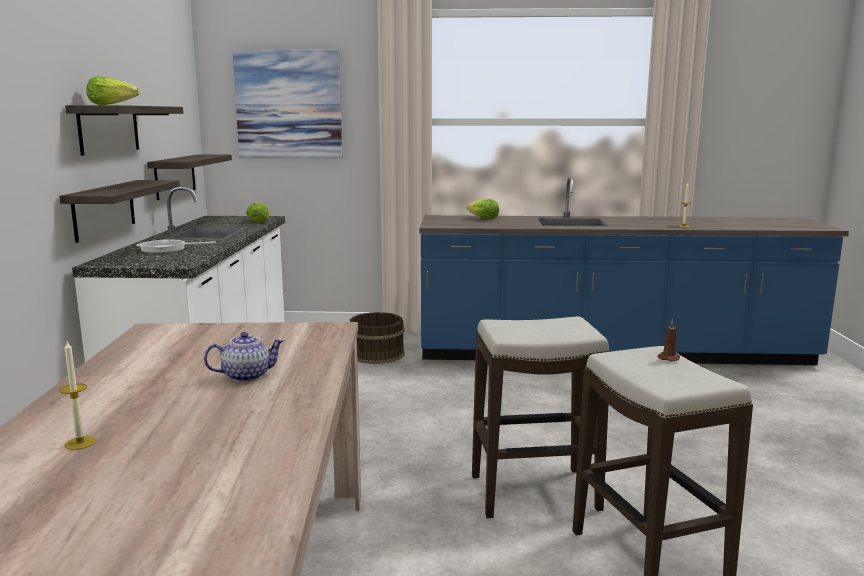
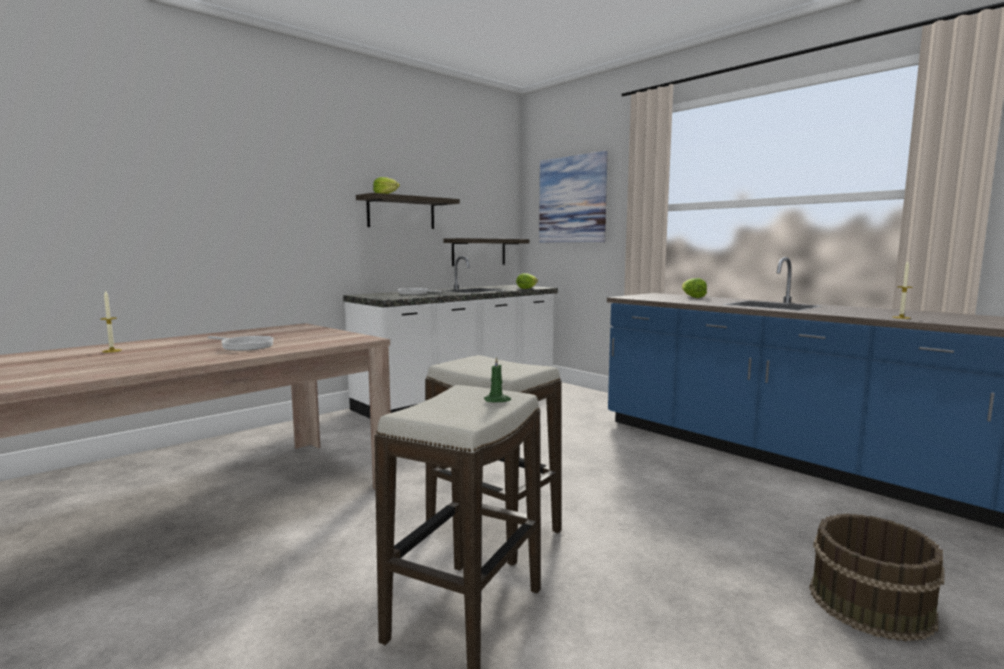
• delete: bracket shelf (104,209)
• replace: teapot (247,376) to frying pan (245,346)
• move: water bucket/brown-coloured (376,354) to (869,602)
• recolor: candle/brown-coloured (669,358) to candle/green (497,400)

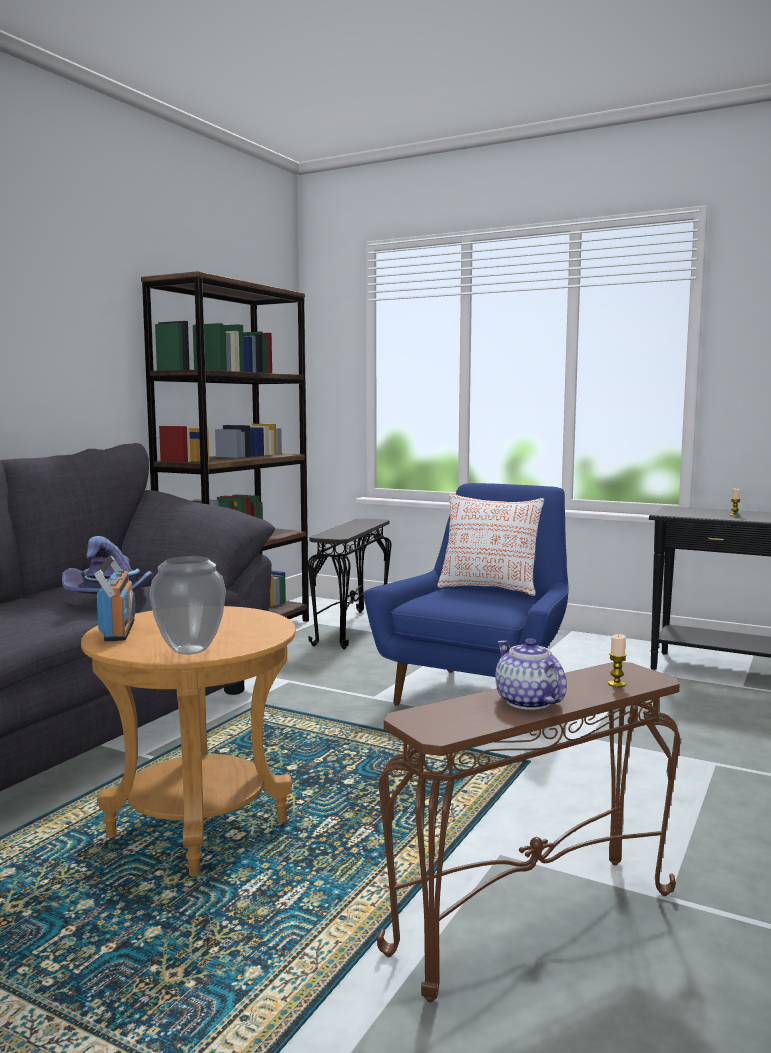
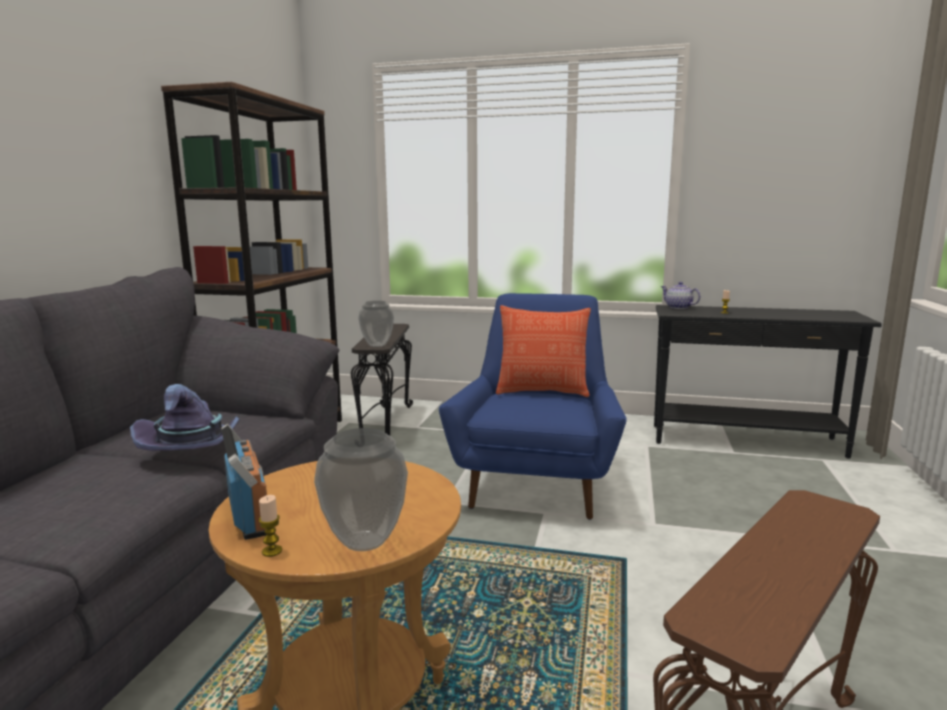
• recolor: throw pillow/whitish (489,589) to throw pillow/orange-coloured (542,392)
• move: teapot (528,702) to (678,307)
• move: candle (616,684) to (272,551)
• insert: decorative vase (377,345)

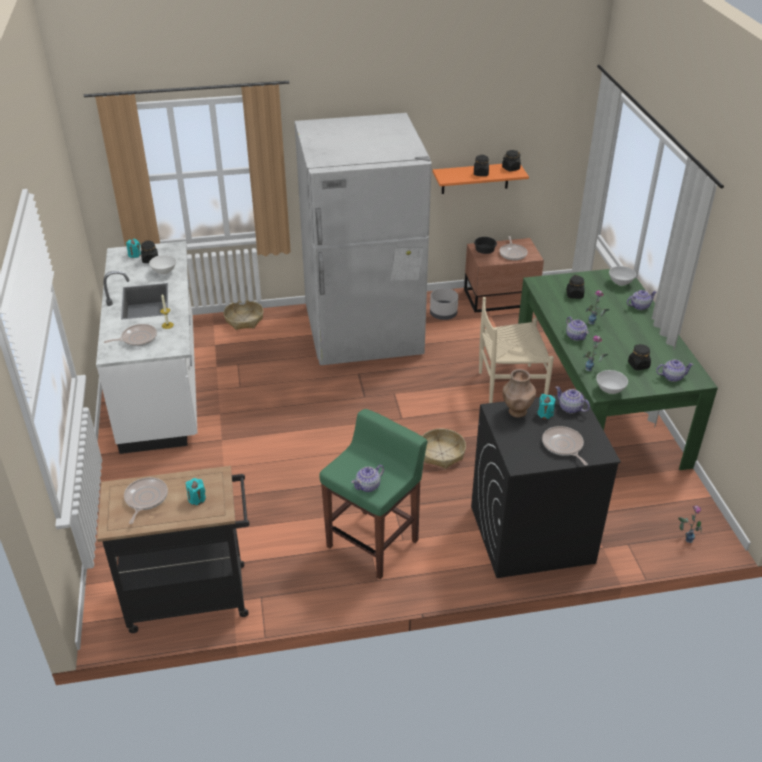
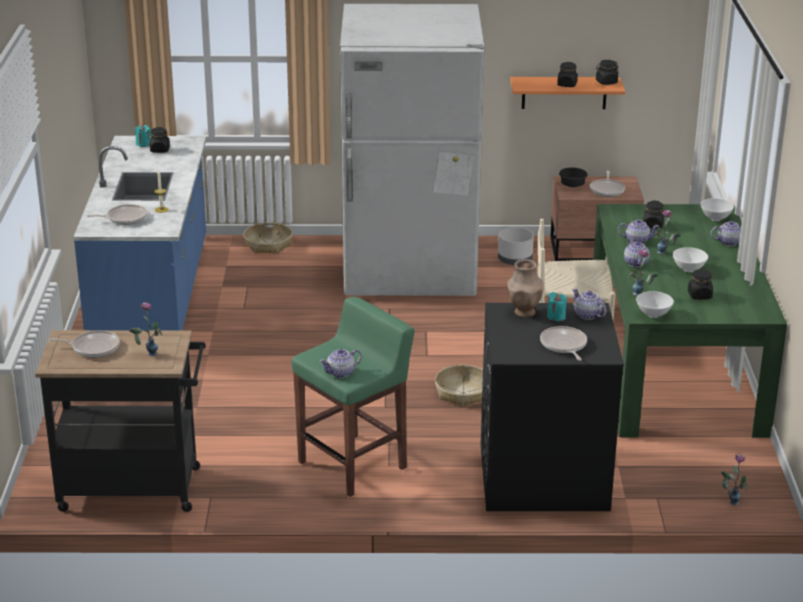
• recolor: kitchen counter/whitish (161,384) to kitchen counter/blue-coloured (153,297)
• rotate: frying pan (145,499) = (93,348) 75 degrees clockwise
• move: deep dish/whitish (164,272) to (688,269)
• replace: candle/turquoise-coloured (197,499) to decorative vase (147,353)
• move: teapot (672,377) to (636,240)

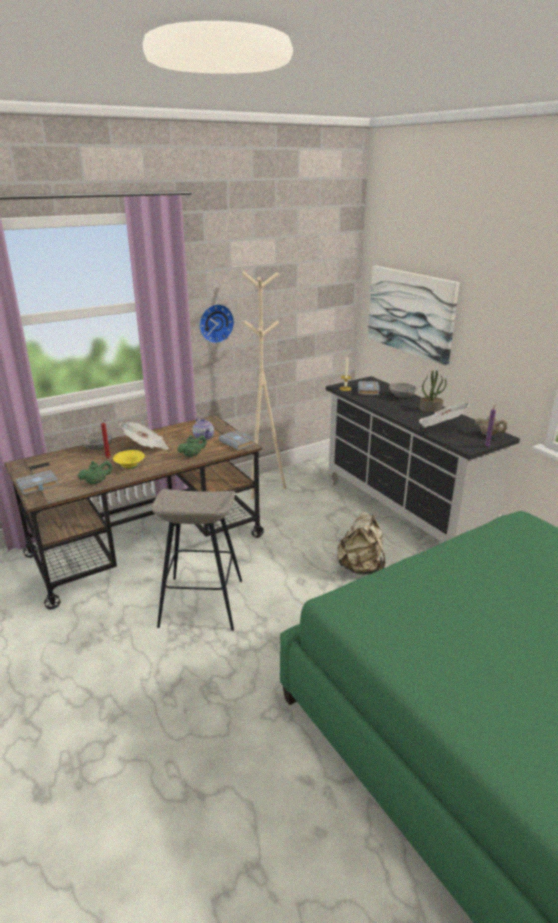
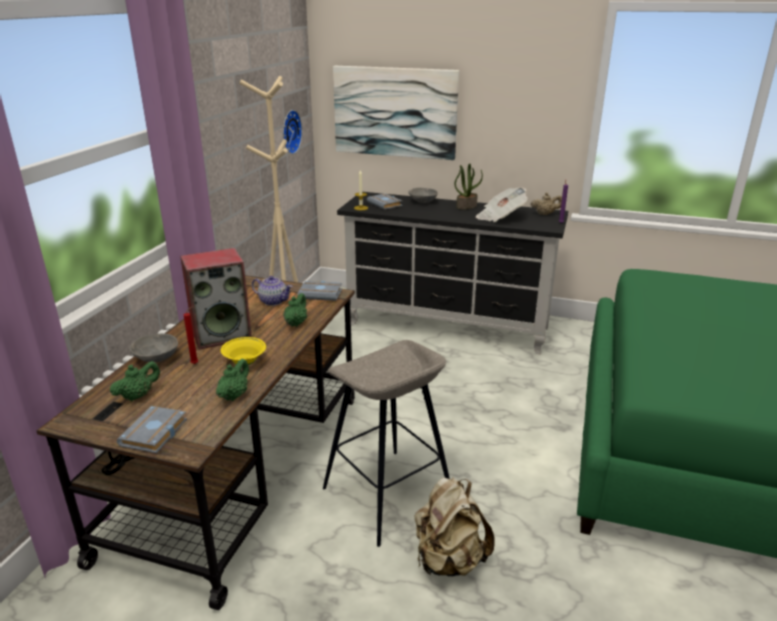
• replace: newspaper (146,447) to audio speaker (222,334)
• move: hanging clock (215,323) to (289,131)
• move: backpack/beige (361,568) to (449,560)
• insert: teapot/green (138,396)

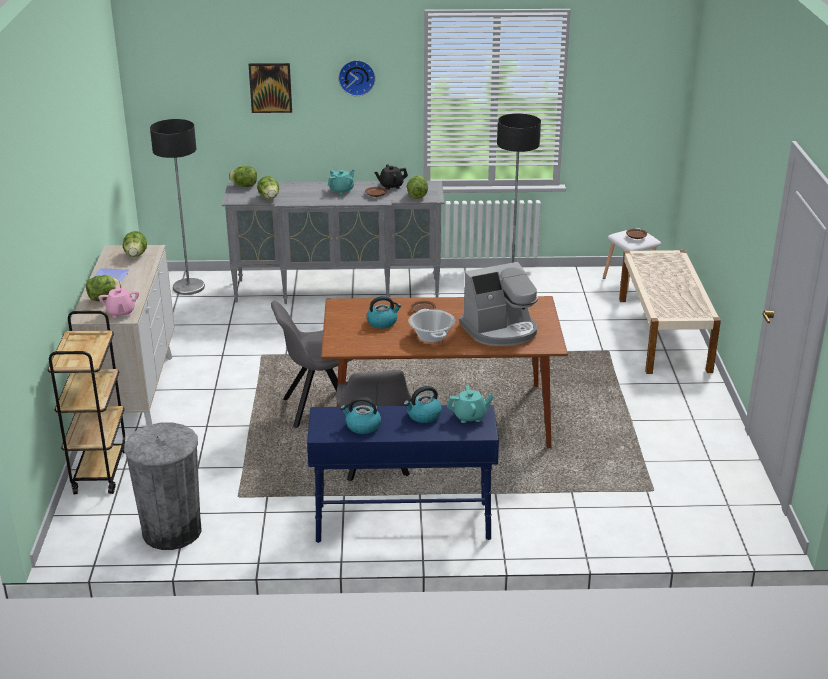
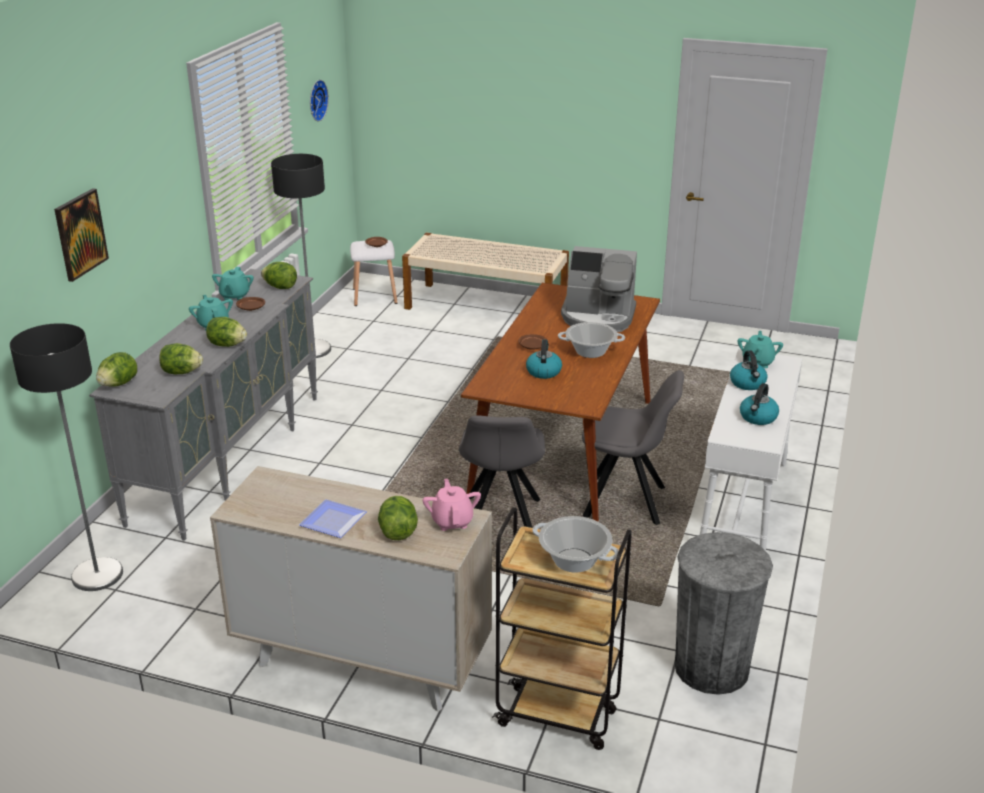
• rotate: teapot/pinkish (121,312) = (452,521) 105 degrees counterclockwise
• move: head of lettuce (136,255) to (227,345)
• recolor: hall table/blue-coloured (402,522) to hall table/whitish (742,506)
• move: hanging clock (357,77) to (316,100)
• recolor: teapot/black (391,186) to teapot/turquoise-coloured (234,296)
• rotate: coffee brewer (500,330) = (598,317) 105 degrees clockwise
• insert: stockpot (574,560)

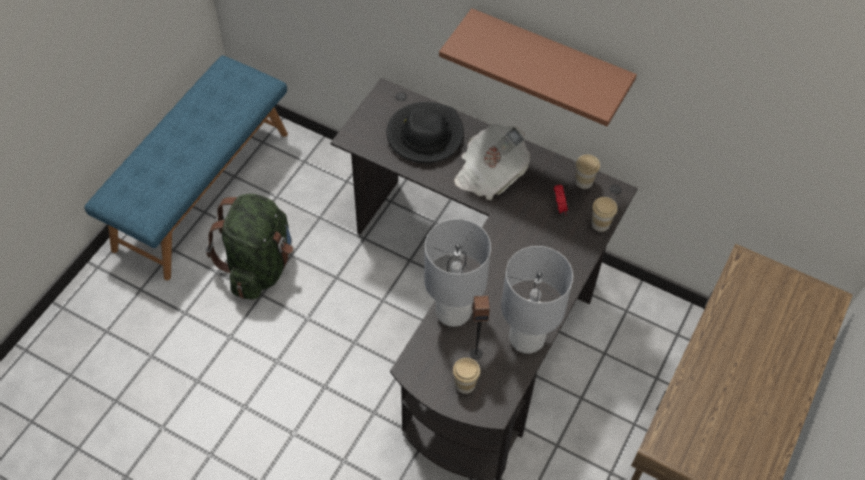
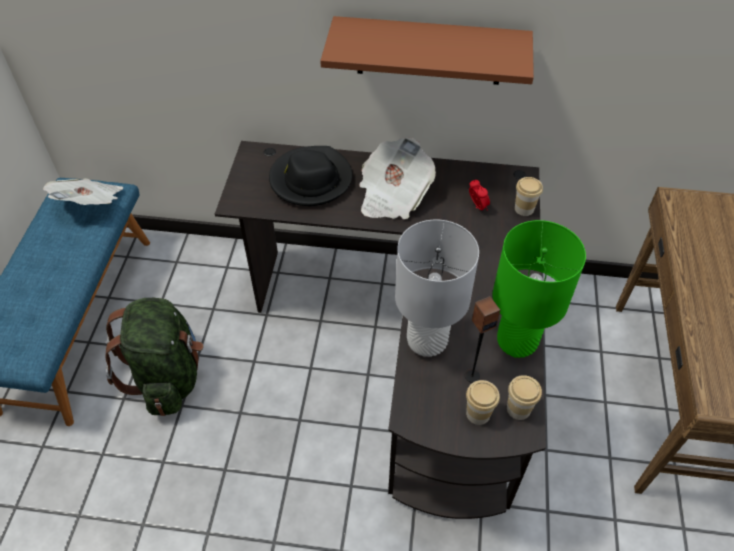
• recolor: lamp for a table/greyish (526,340) to lamp for a table/green (515,343)
• move: drinking cup (584,181) to (518,409)
• insert: newspaper (91,204)

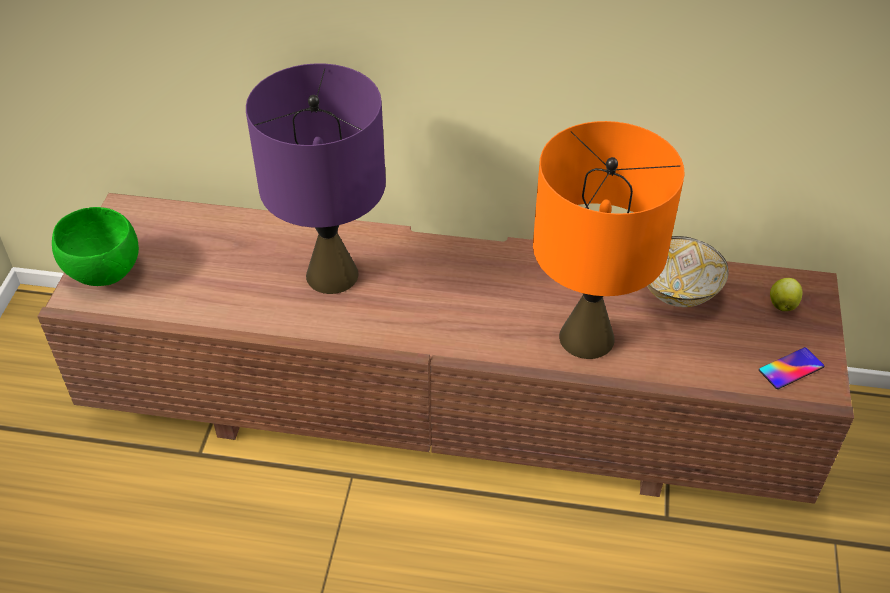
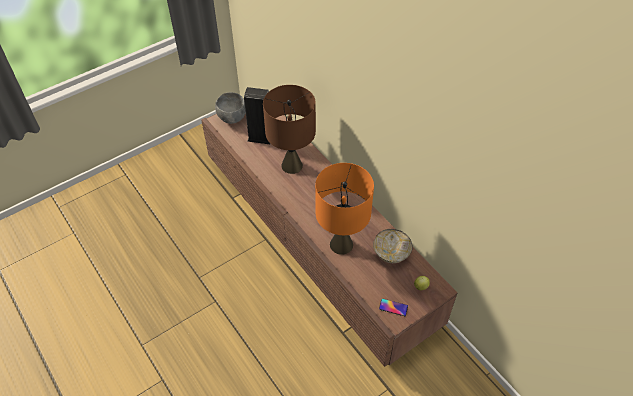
• recolor: deep dish/green (104,273) to deep dish/greyish (232,118)
• recolor: lamp for a table/purple-coloured (331,275) to lamp for a table/brown-coloured (291,165)
• insert: audio speaker (260,137)

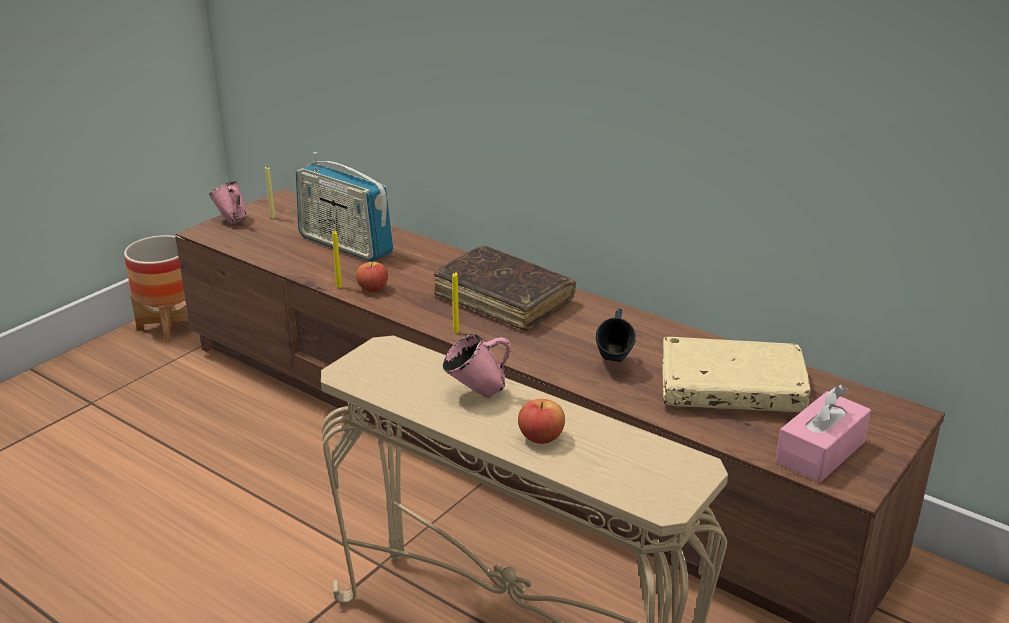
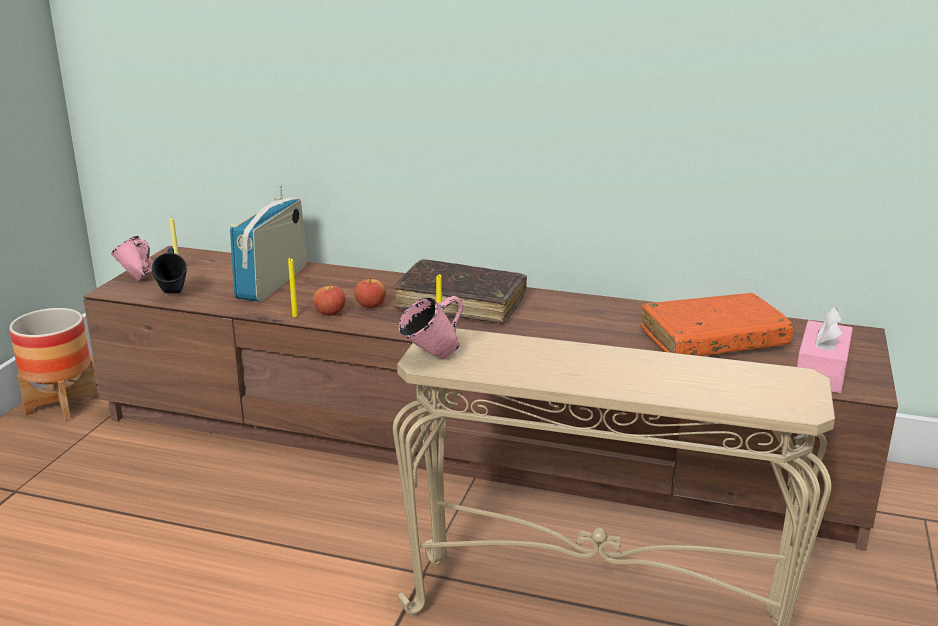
• rotate: radio (345,245) = (272,282) 90 degrees clockwise
• move: mug/pinkish (477,394) to (432,358)
• move: apple fruit (541,437) to (370,305)
• move: mug/blue-coloured (614,365) to (173,296)
• recolor: book/beige (731,390) to book/orange-coloured (713,340)

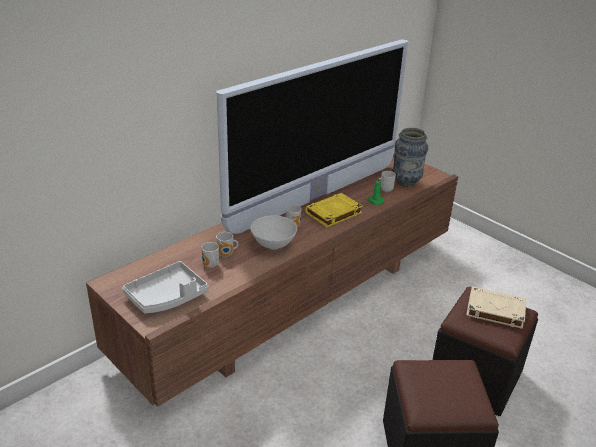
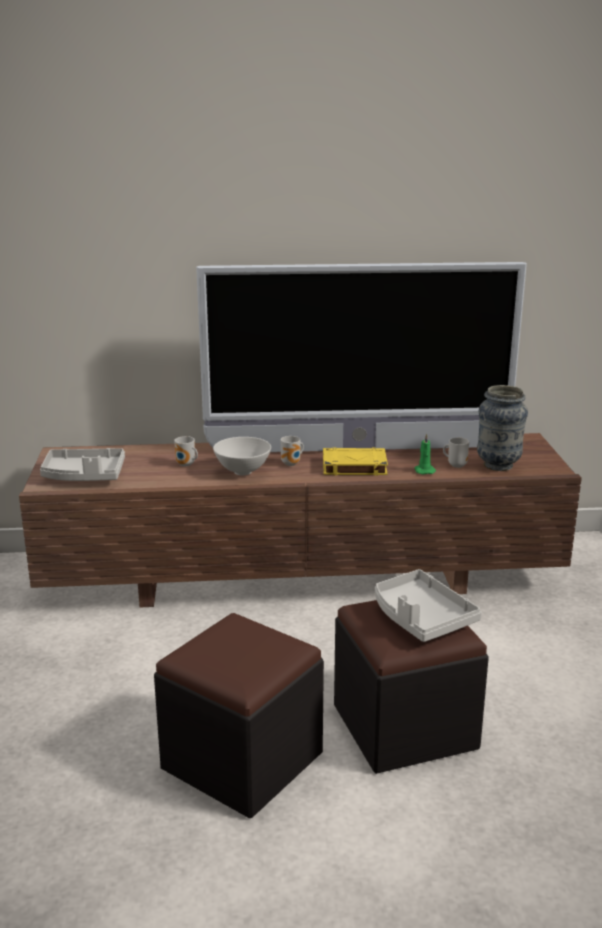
• delete: mug (210,266)
• replace: book/beige (494,310) to serving tray/greyish (421,618)

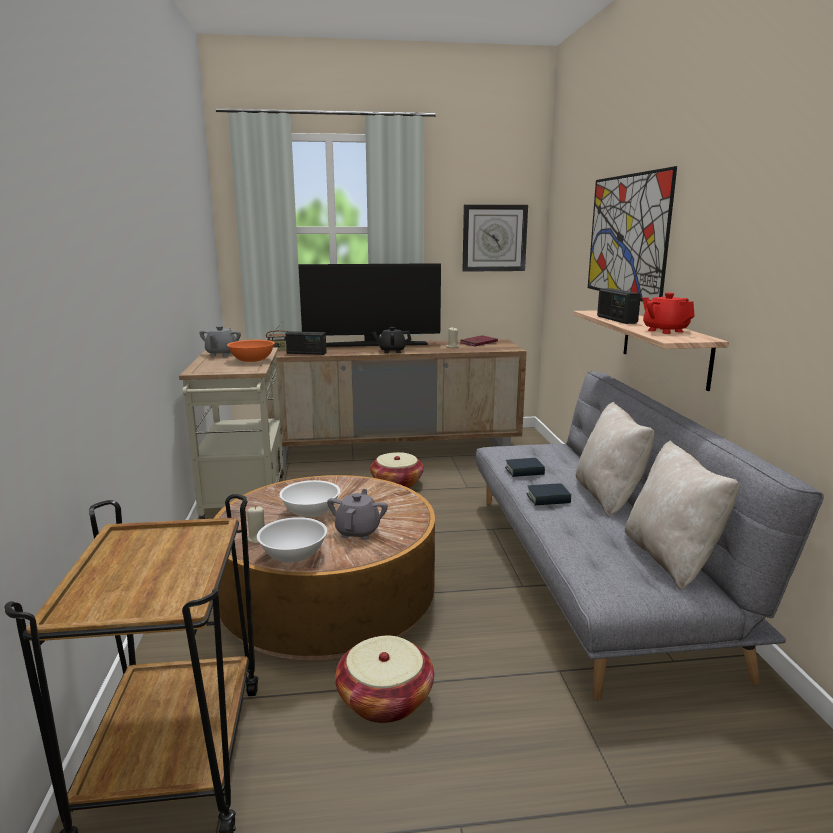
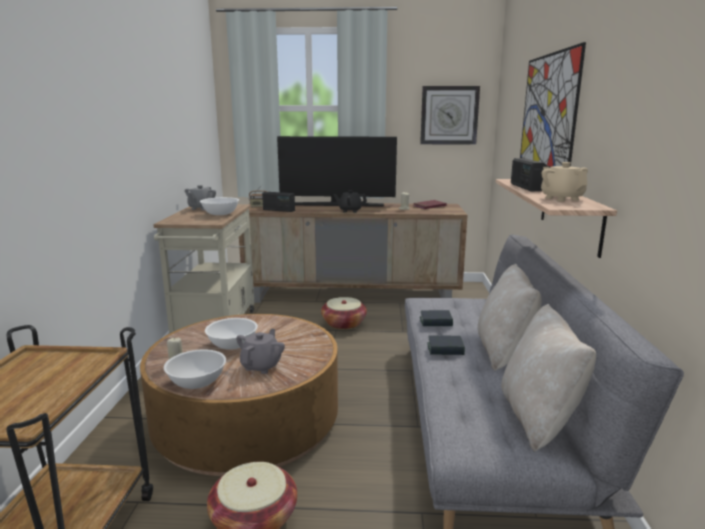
• recolor: deep dish/orange-coloured (252,360) to deep dish/whitish (220,214)
• recolor: teapot/red-coloured (665,331) to teapot/beige (561,198)

